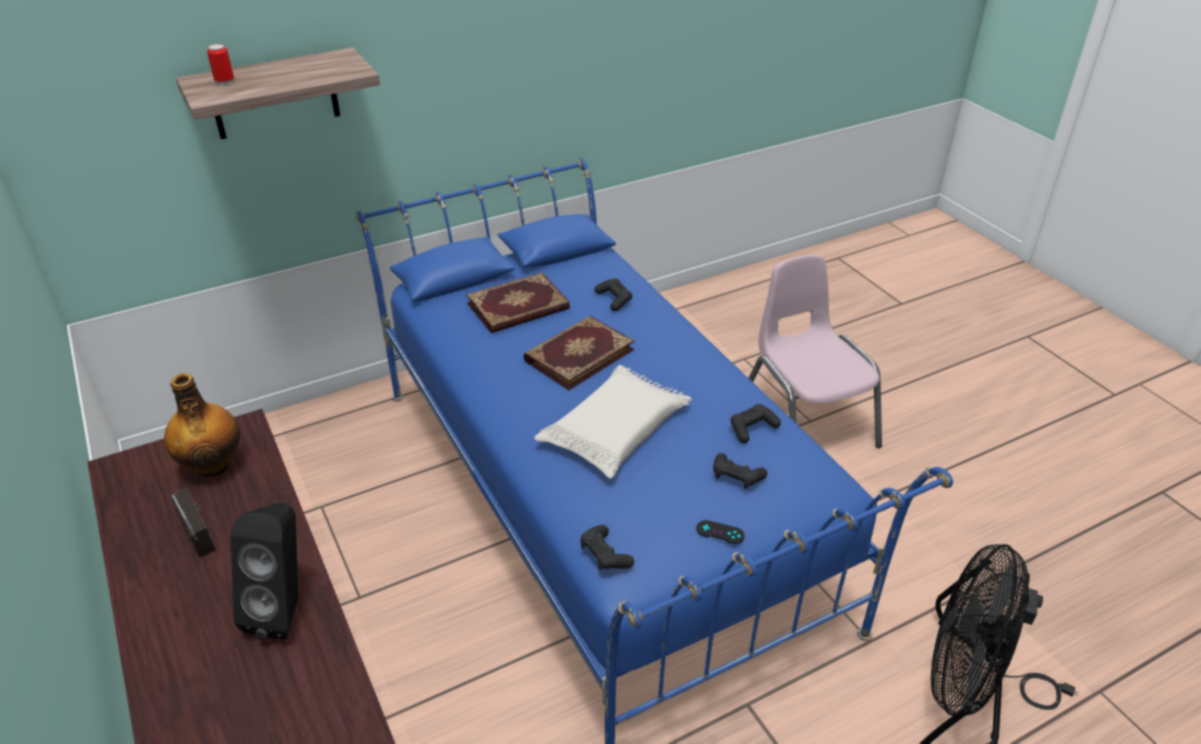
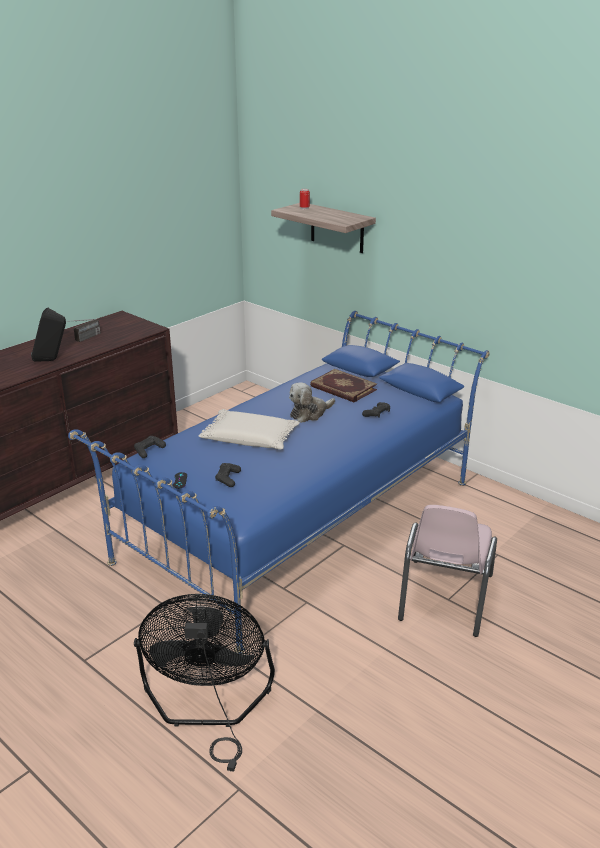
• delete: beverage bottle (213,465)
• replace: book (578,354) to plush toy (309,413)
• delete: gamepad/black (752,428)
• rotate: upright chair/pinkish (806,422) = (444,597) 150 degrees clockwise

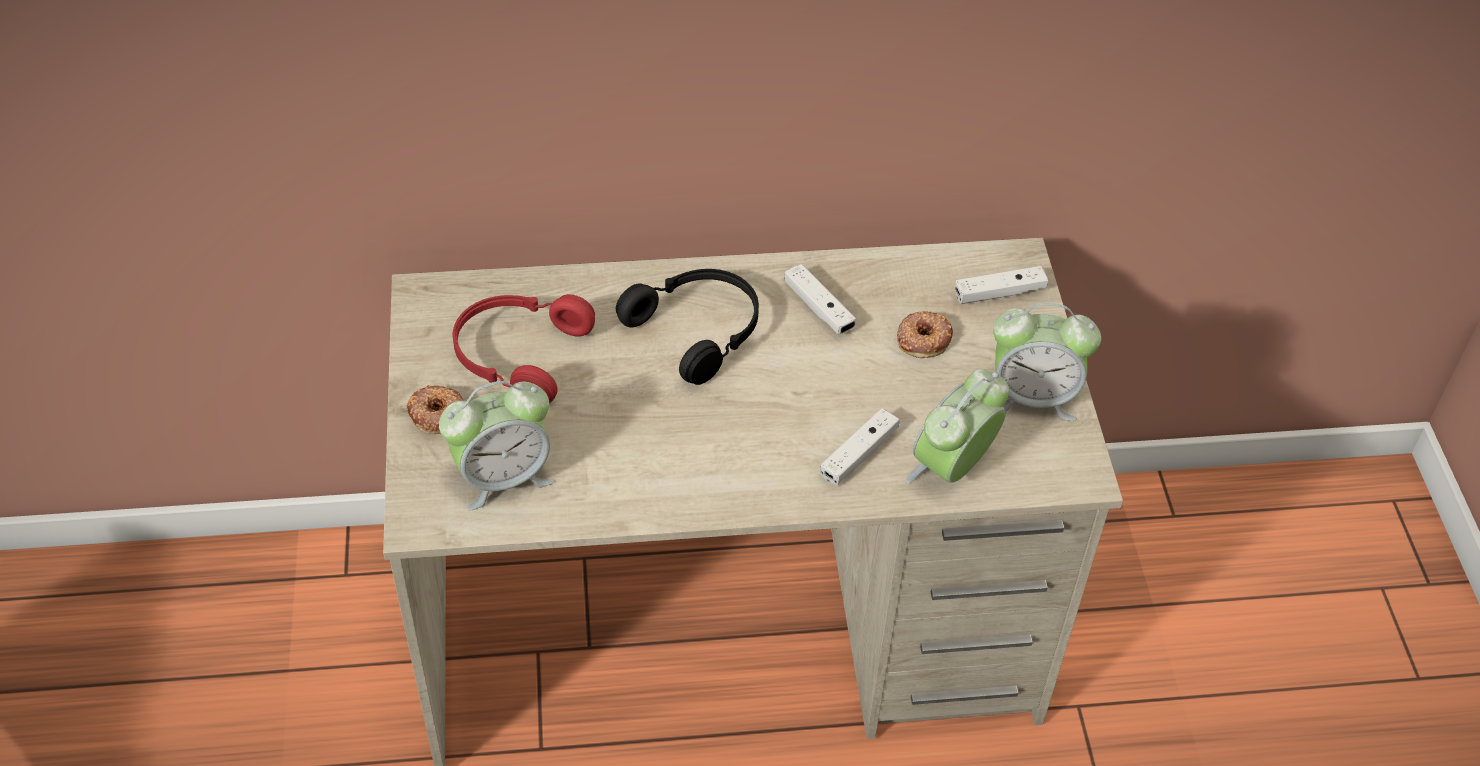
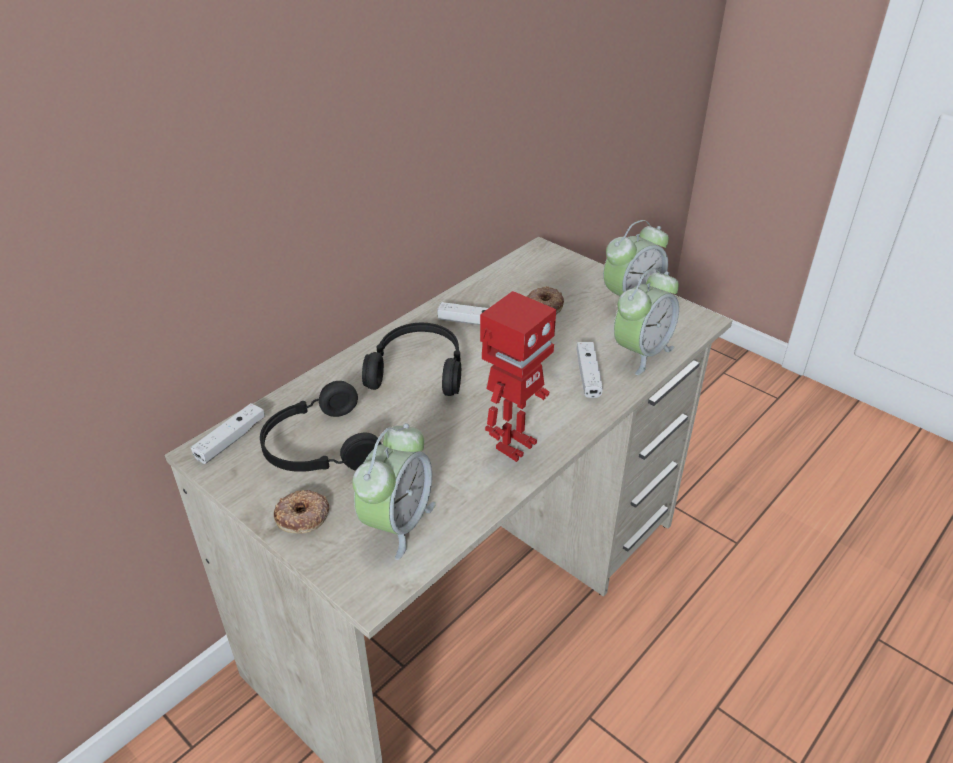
• recolor: headset/red-coloured (518,356) to headset/black (318,448)
• rotate: alarm clock (952,468) = (641,353) 135 degrees counterclockwise
• move: gamepad/whitish (999,293) to (231,440)
• insert: toy robot (514,445)

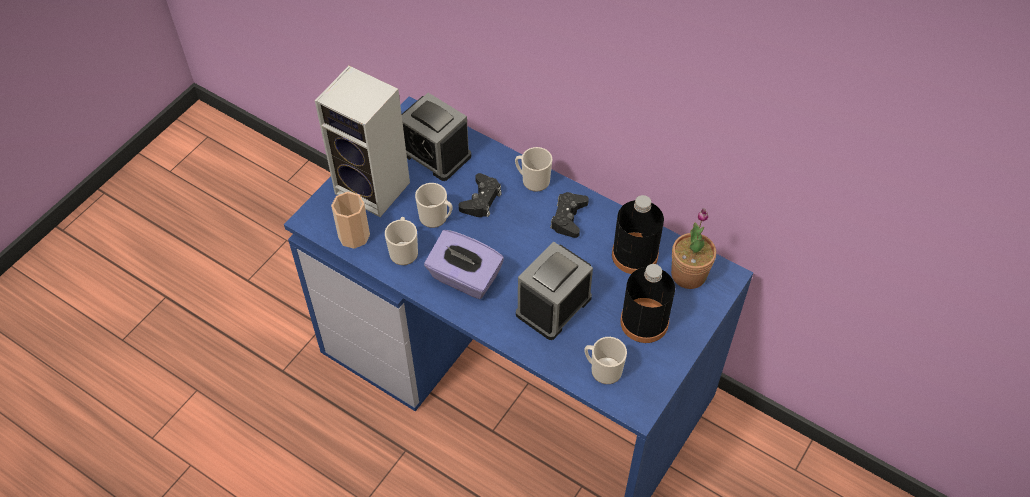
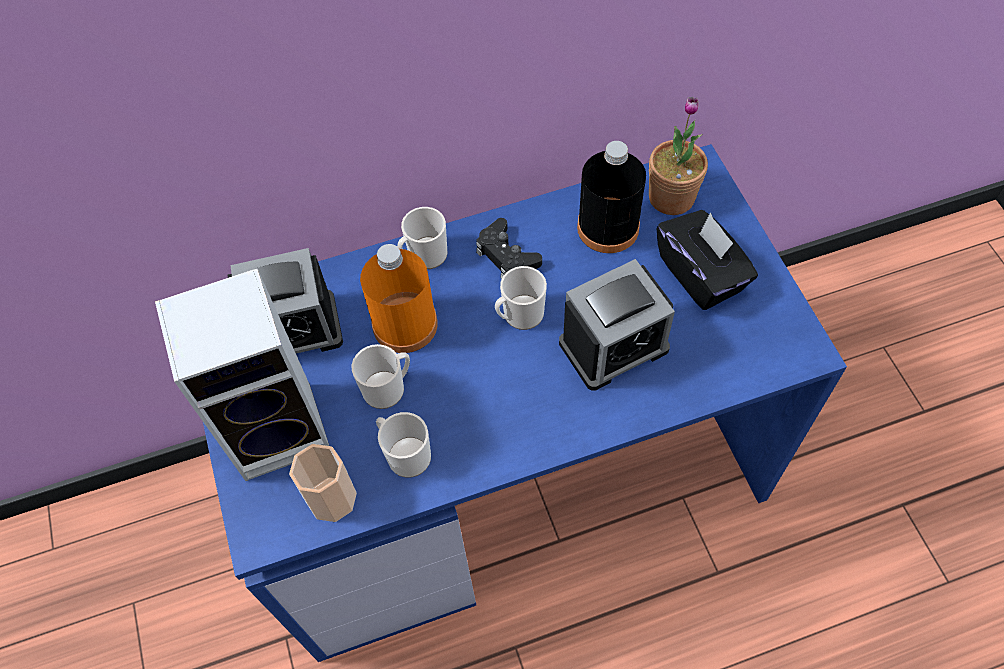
• delete: box of tissues/purple-coloured (464,278)
• replace: gamepad/black (481,200) to beverage bottle/orange-coloured (405,324)
• rotate: alarm clock (553,306) = (613,346) 105 degrees counterclockwise
• move: mug (603,370) to (519,315)
• replace: beverage bottle/black (644,322) to box of tissues/black (701,274)

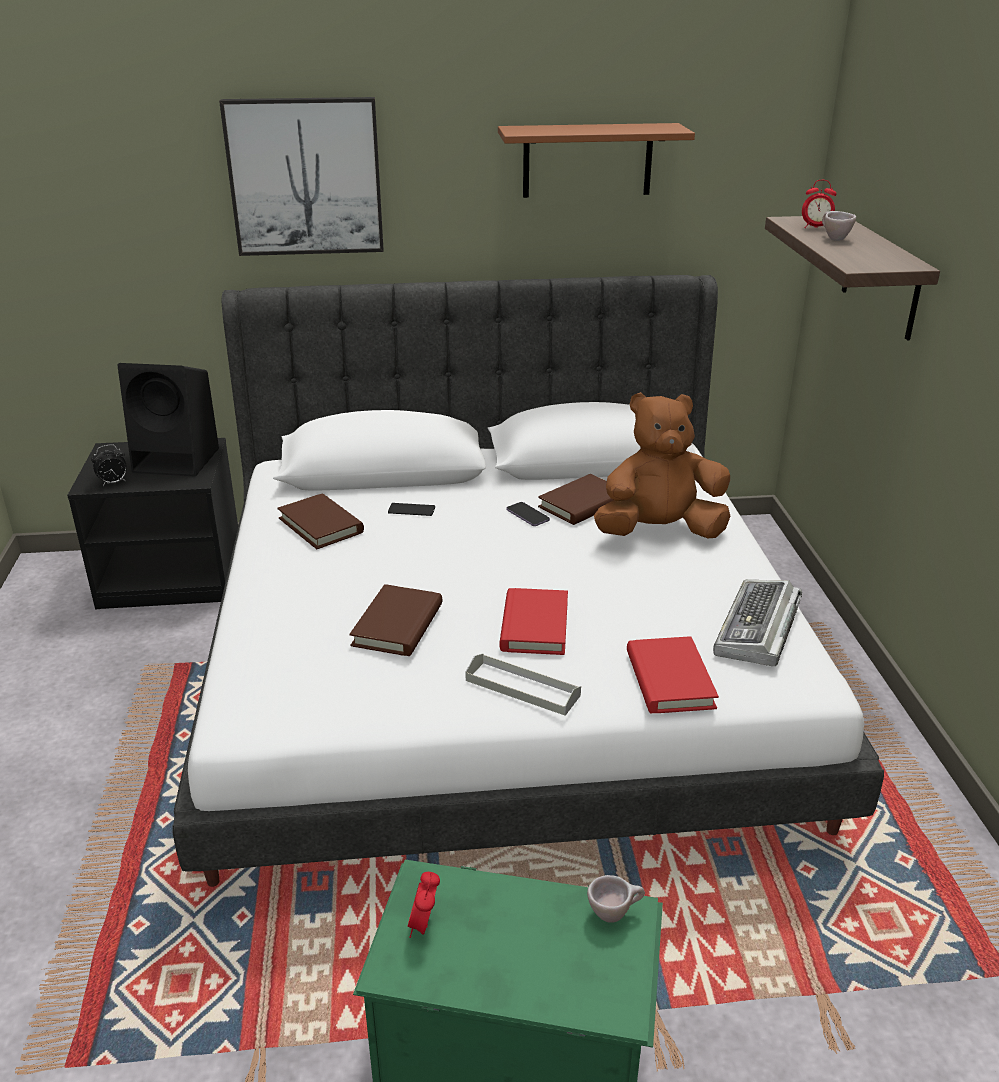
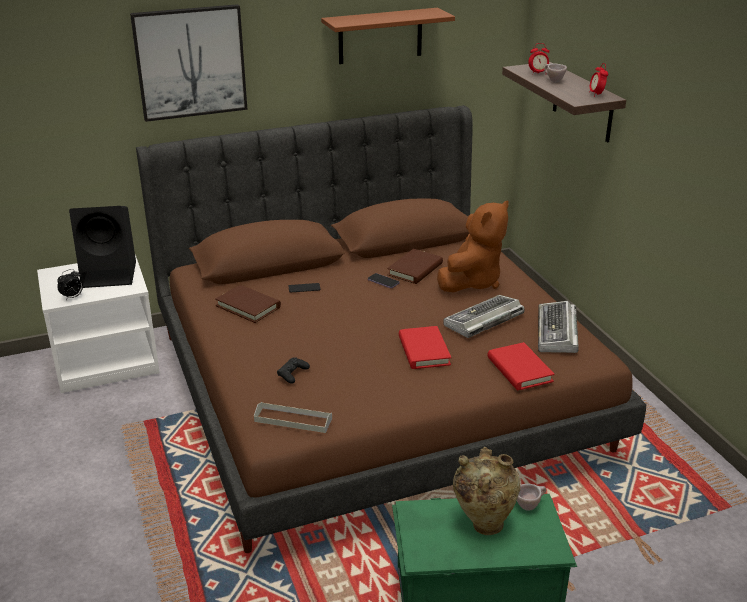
• recolor: bedside table/black (173,576) to bedside table/whitish (107,361)
• recolor: bedroom bed/whitish (500,672) to bedroom bed/brown-coloured (373,390)
• delete: book/brown-coloured (398,625)
• move: alarm clock (424,925) to (596,94)
• move: serving tray/greyish (522,688) to (293,420)
• rotate: plush toy/brown-coloured (659,532) = (472,281) 150 degrees clockwise
• insert: gamepad/black (292,374)
• insert: computer keyboard (483,321)
• insert: decorative vase/beige (483,523)

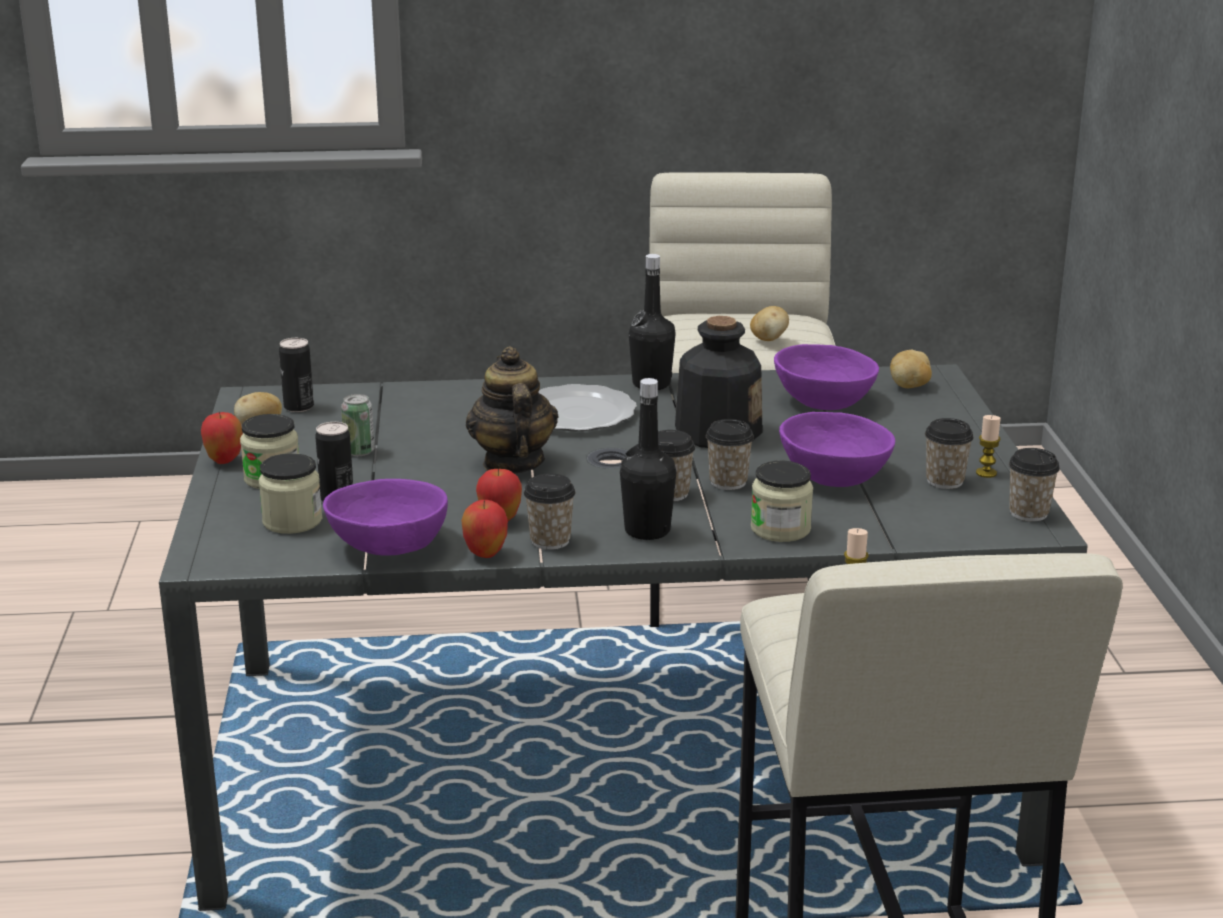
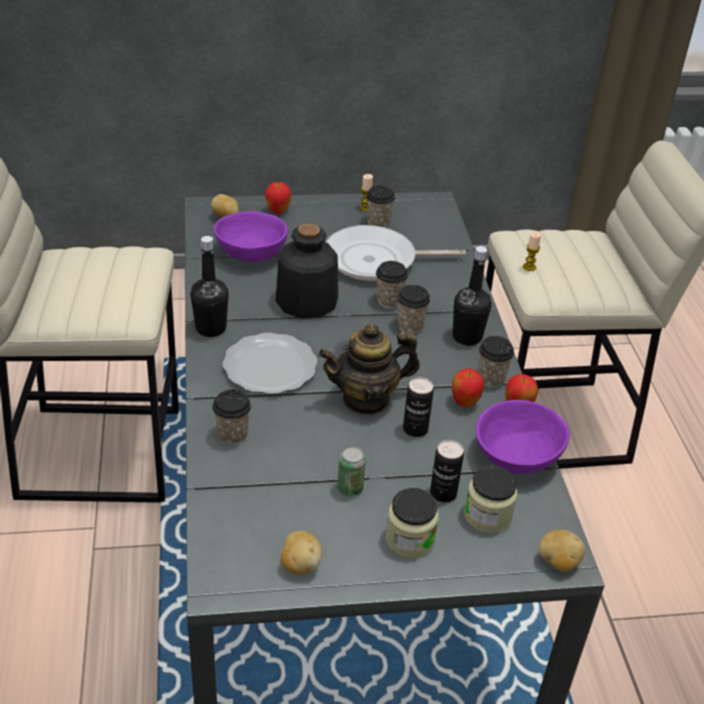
• move: apple fruit (224,461) to (278,211)
• move: metal can (299,407) to (415,429)
• move: spud (769,339) to (558,562)
• delete: jar (780,529)
• replace: deep dish/purple-coloured (833,476) to frying pan (376,260)
• move: drinking cup (1028,513) to (232,435)

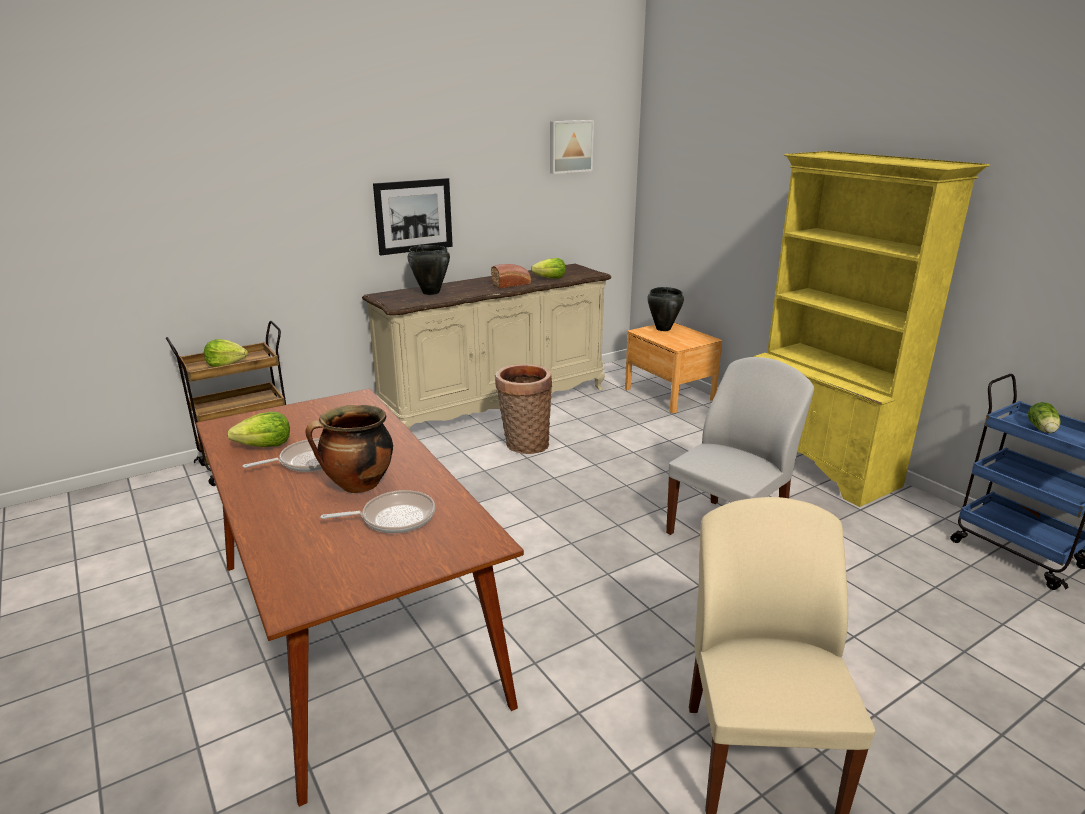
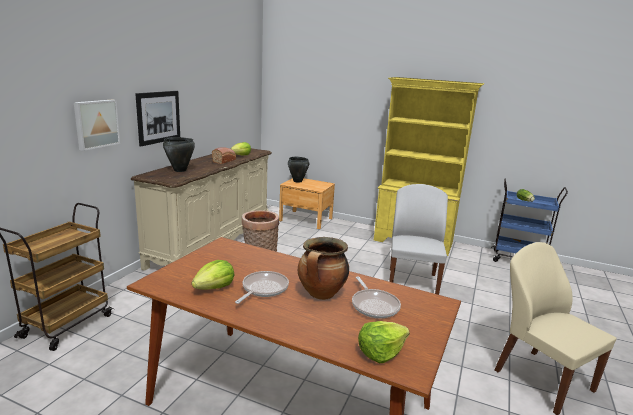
• move: head of lettuce (226,364) to (380,352)
• rotate: frying pan (394,518) = (374,305) 120 degrees clockwise
• move: wall art (570,146) to (96,124)

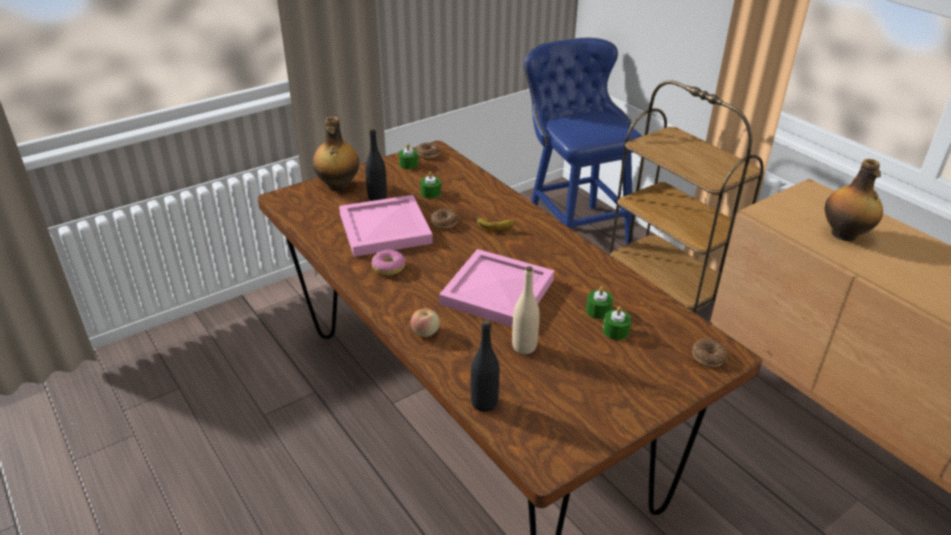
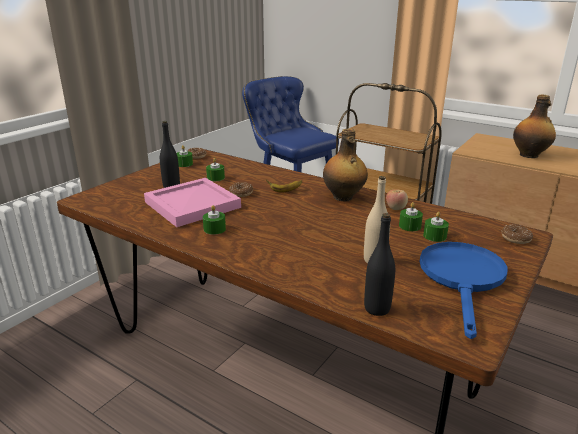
• move: beverage bottle (337,186) to (343,197)
• replace: ring doughnut (389,267) to candle/green (214,229)
• move: apple fruit (425,332) to (395,208)
• delete: serving tray/pinkish (498,293)
• insert: frying pan/blue-coloured (462,279)

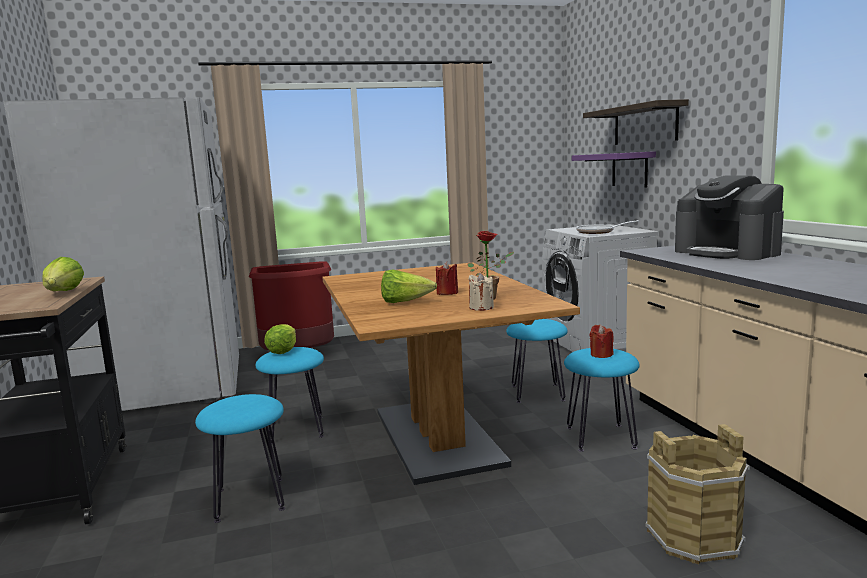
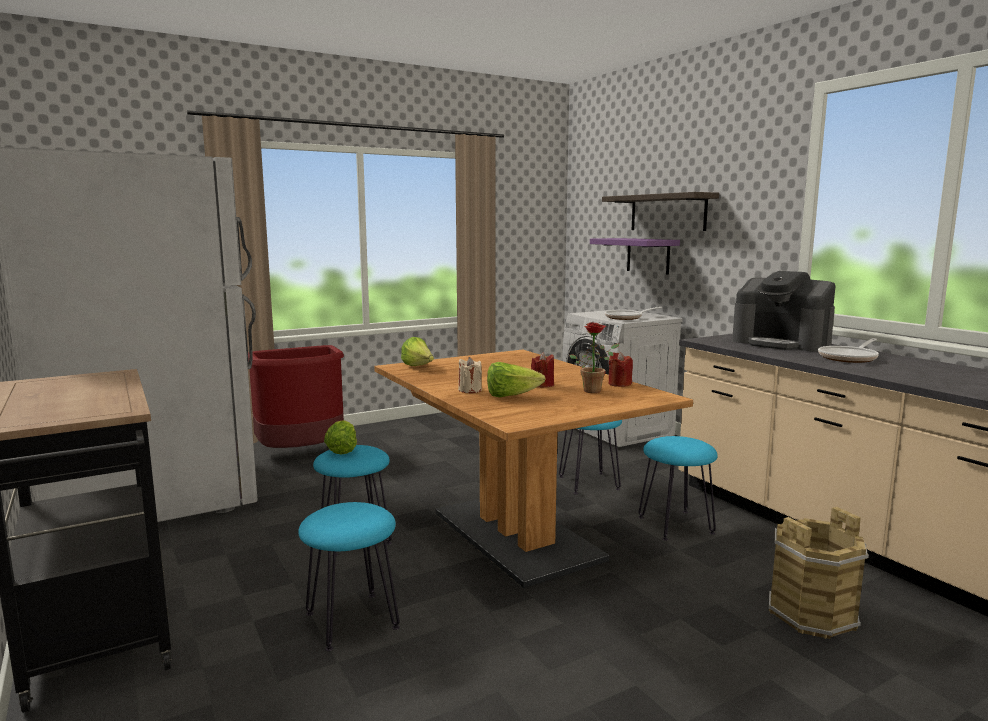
• move: head of lettuce (63,293) to (419,367)
• move: candle/beige (481,307) to (470,390)
• move: candle/red-coloured (601,354) to (619,384)
• insert: frying pan (850,358)

